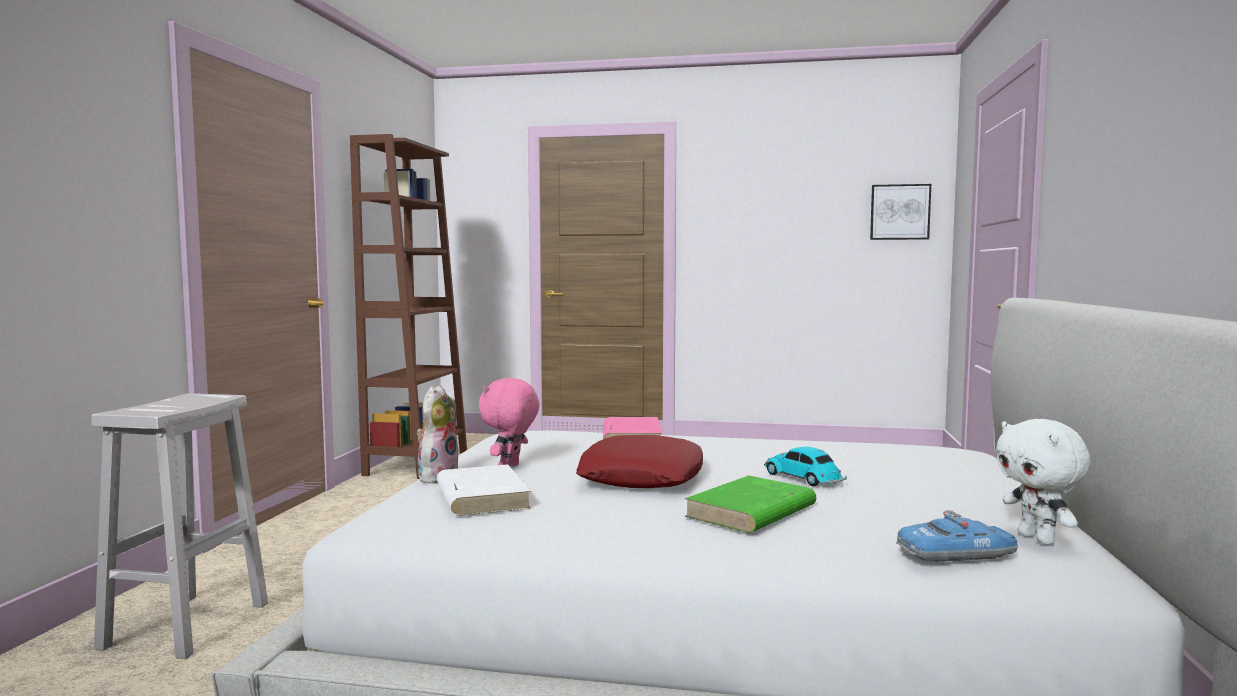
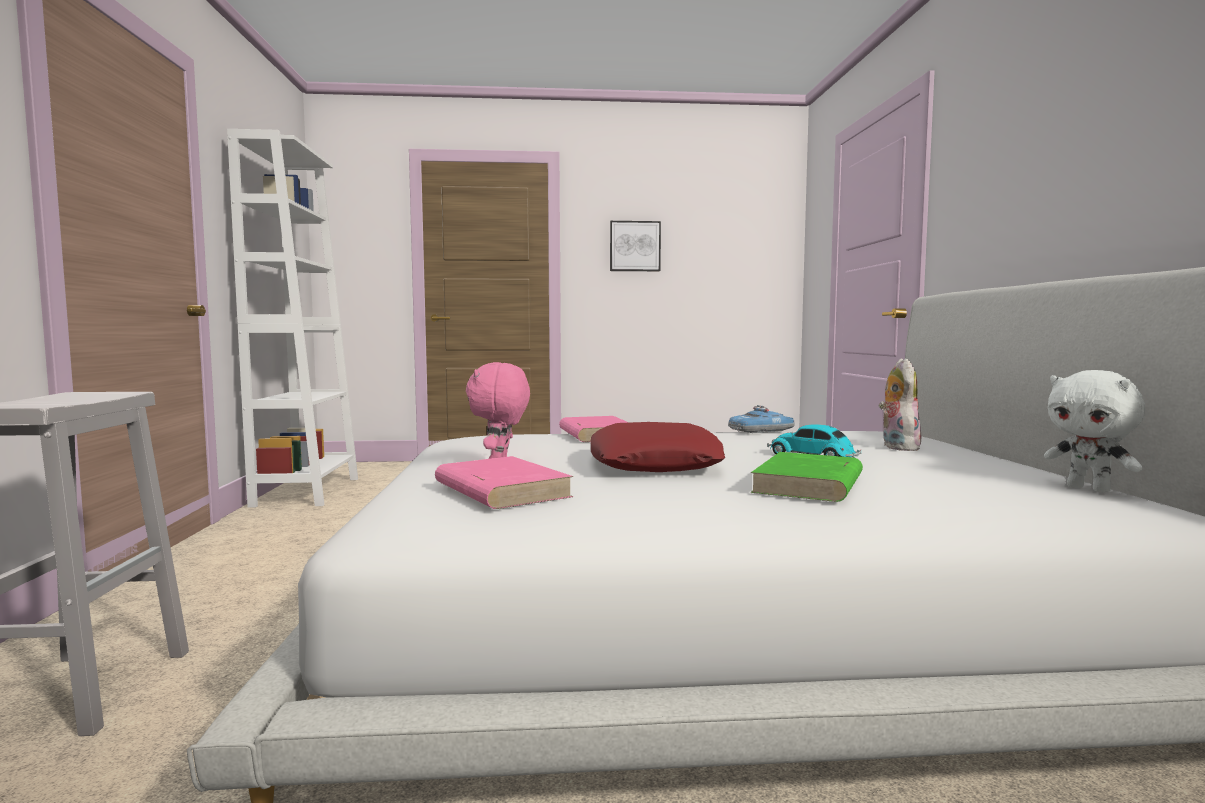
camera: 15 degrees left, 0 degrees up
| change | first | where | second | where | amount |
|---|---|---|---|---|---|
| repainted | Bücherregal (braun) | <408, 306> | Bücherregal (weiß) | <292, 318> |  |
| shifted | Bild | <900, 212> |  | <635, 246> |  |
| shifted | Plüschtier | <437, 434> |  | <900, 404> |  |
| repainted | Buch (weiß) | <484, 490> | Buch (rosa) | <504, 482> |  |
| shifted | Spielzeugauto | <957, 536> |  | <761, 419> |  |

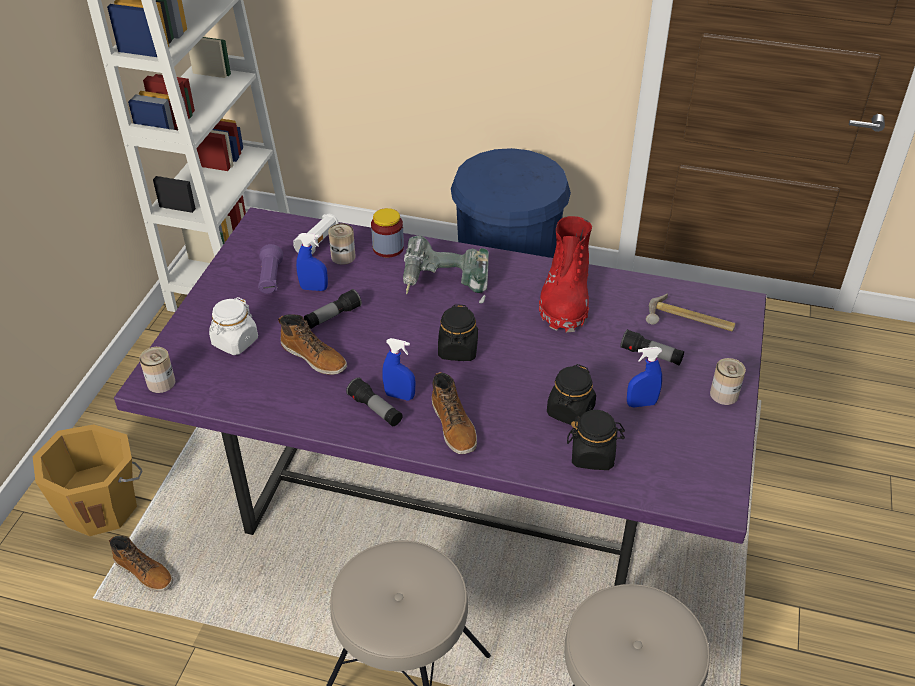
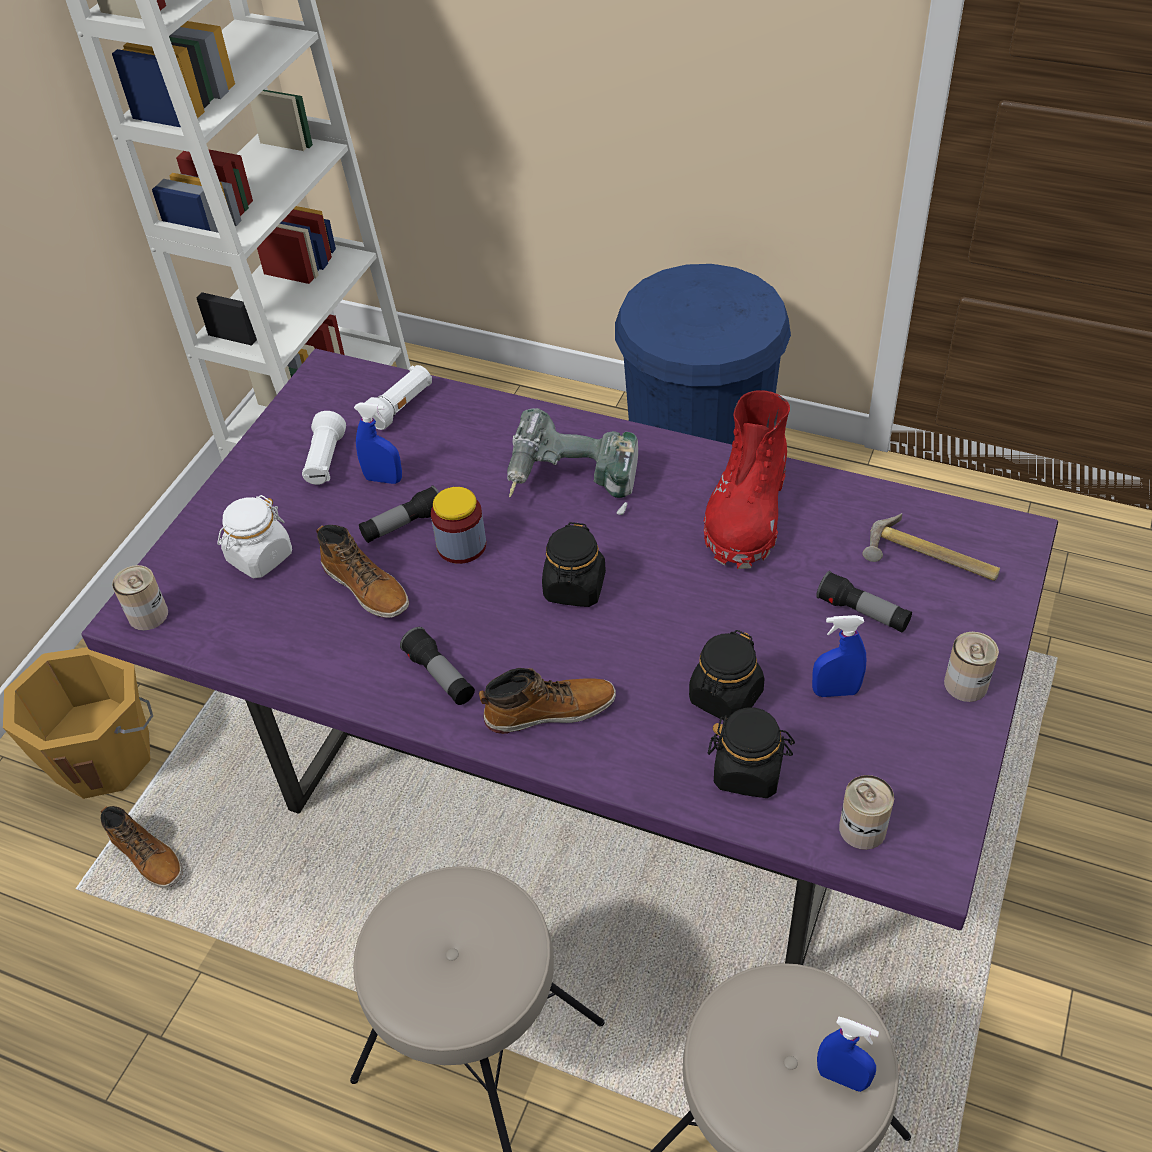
camera: 10 degrees right, 5 degrees up
| change | first | where | second | where | amount |
|---|---|---|---|---|---|
| shifted | Vorratsglas | <387, 233> |  | <458, 525> |  |
| shifted | Dose | <341, 244> |  | <866, 812> |  |
| repainted | Taschenlampe (lila) | <270, 269> | Taschenlampe (weiß) | <324, 448> |  |
| shifted | Sprühflasche (blau) | <398, 369> |  | <848, 1054> |  |
| rotated | Stiefel | <454, 413> |  | <547, 701> | 90 degrees counterclockwise |

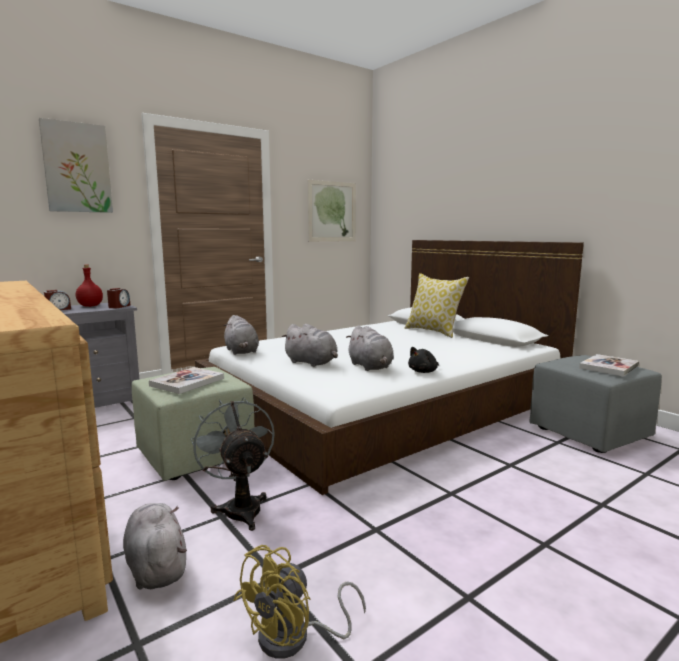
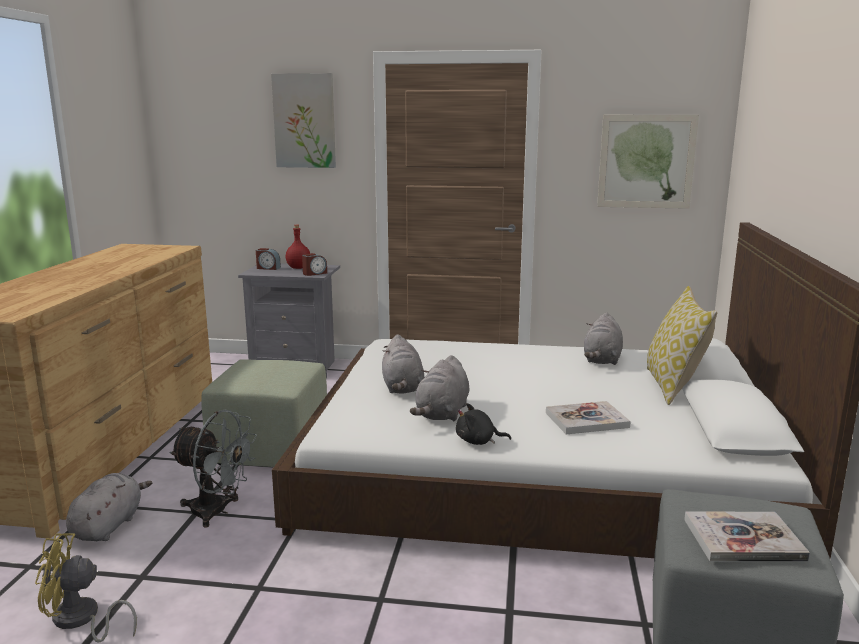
camera: 45 degrees right, 5 degrees up
| change | first | where | second | where | amount |
|---|---|---|---|---|---|
| shifted | Plüschtier (grau) | <241, 335> |  | <603, 338> |  |
| shifted | Buch | <186, 380> |  | <588, 417> |  |
| rotated | Ventilator (grau) | <233, 464> |  | <213, 469> | 90 degrees clockwise |

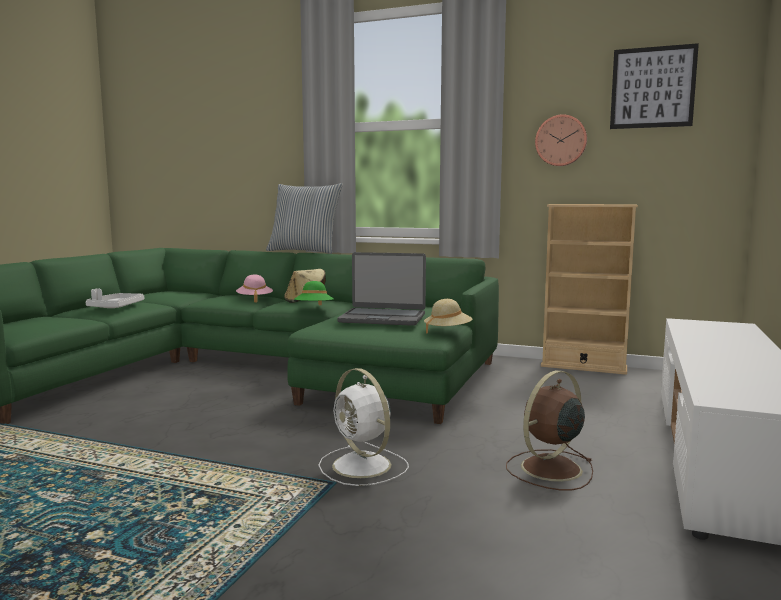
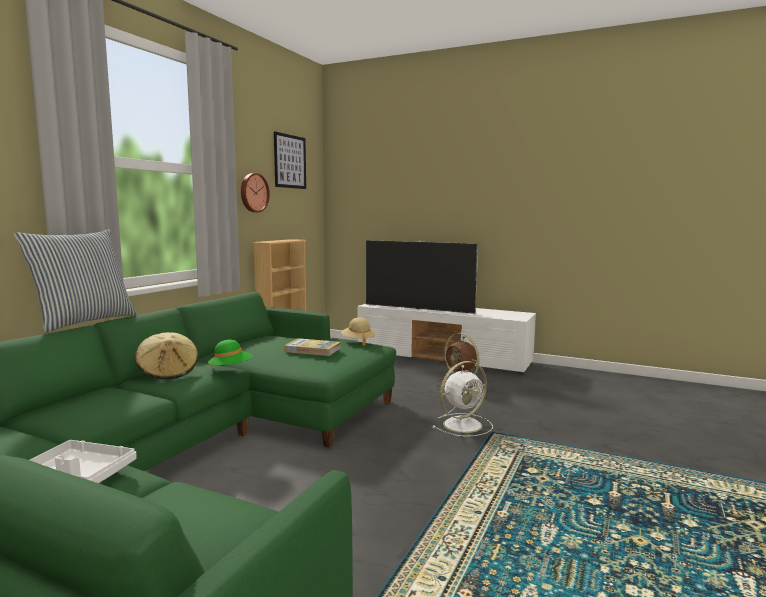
camera: 85 degrees left, 0 degrees up
| change | first | where | second | where | amount |
|---|---|---|---|---|---|
| swapped | Laptop | <381, 289> | Buch | <312, 347> |  |
| gone | Hut (rosa) | <254, 288> |  |  |  |
| new |  |  | Fernseher | <422, 277> |  |

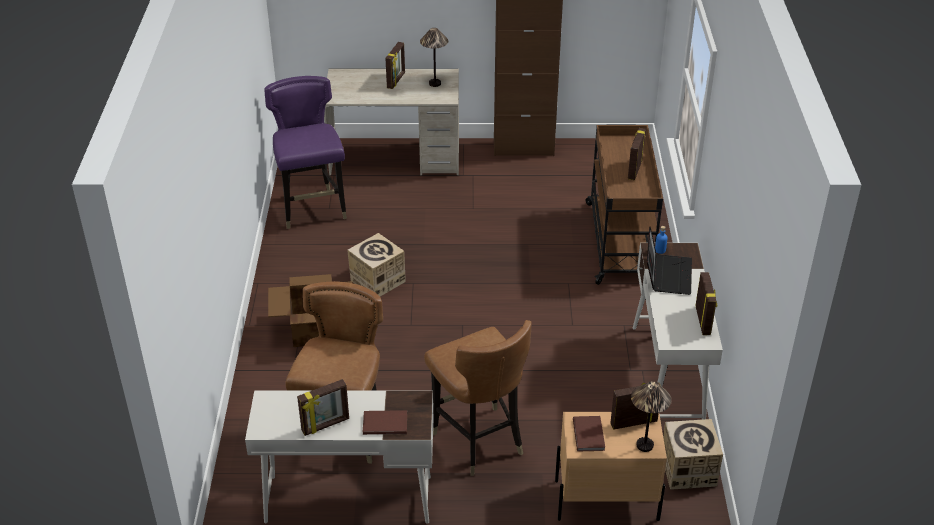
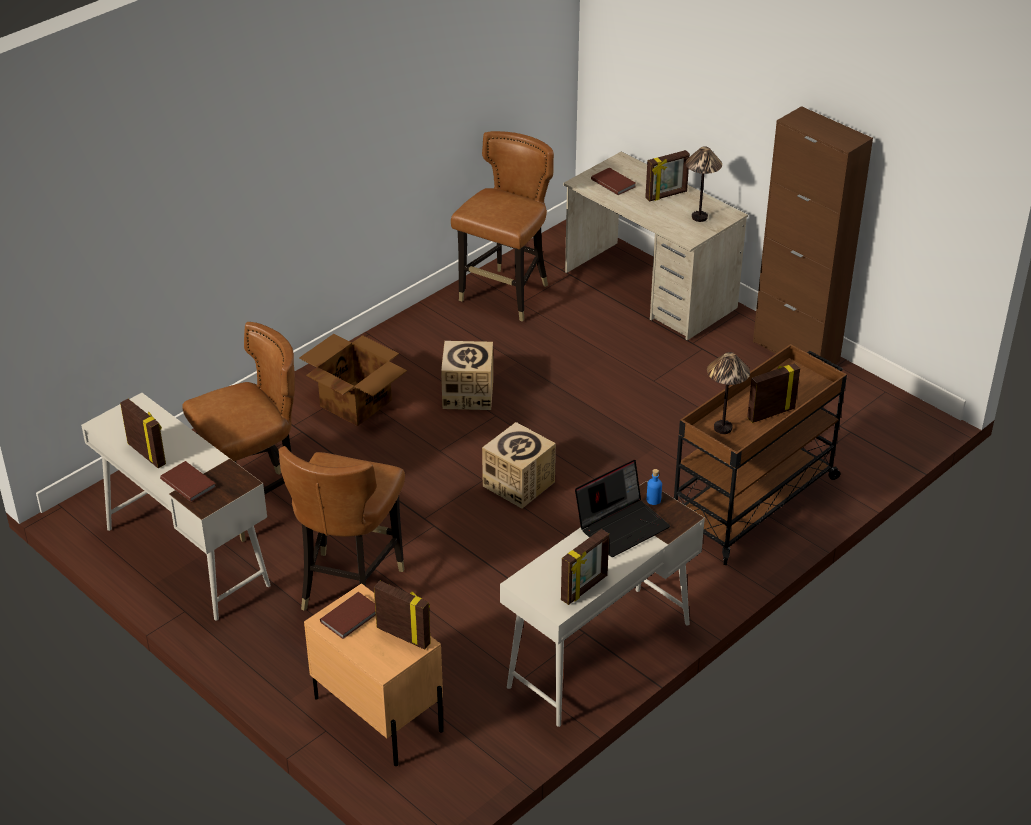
camera: 45 degrees right, 0 degrees up
| change | first | where | second | where | amount |
|---|---|---|---|---|---|
| repainted | Stuhl (lila) | <305, 152> | Stuhl (braun) | <502, 226> |  |
| rotated | Bilderrahmen | <323, 407> |  | <143, 433> | 150 degrees counterclockwise |
| shifted | Tischlampe | <651, 416> |  | <728, 393> |  |
| shifted | Karton | <693, 454> |  | <519, 465> |  |
| new |  |  | Buch (braun) | <613, 181> |  |

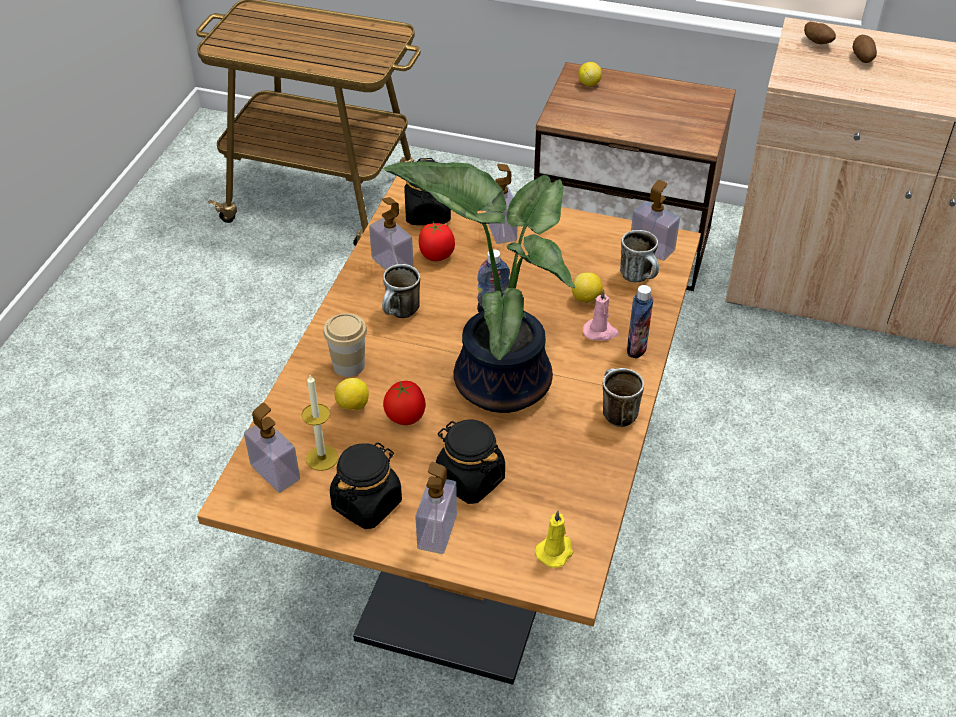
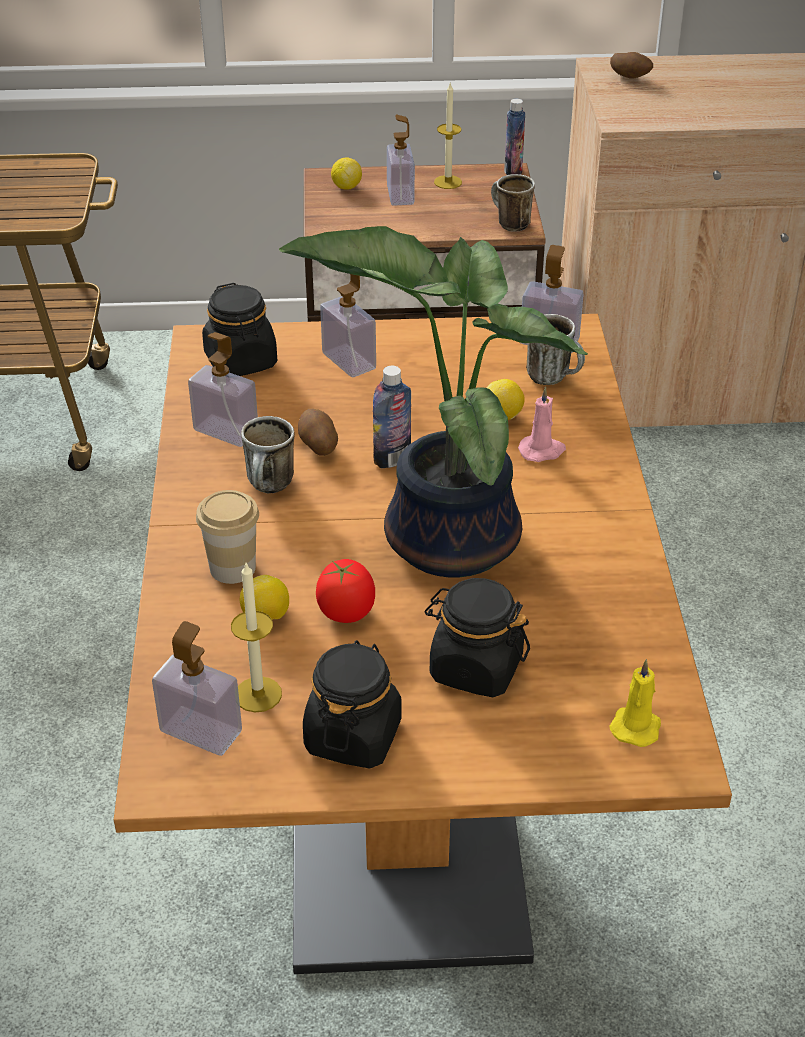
camera: 20 degrees left, 5 degrees down
| change | first | where | second | where | amount |
|---|---|---|---|---|---|
| shifted | Kartoffel | <865, 49> |  | <318, 432> |  |
| gone | Tomate | <437, 241> |  |  |  |
| shifted | Flasche | <640, 322> |  | <514, 137> |  |
| shifted | Henkelbecher | <623, 397> |  | <513, 203> |  |
| shifted | Seifenspender | <436, 508> |  | <401, 160> |  |
| new |  |  | Kerze | <448, 136> |  |

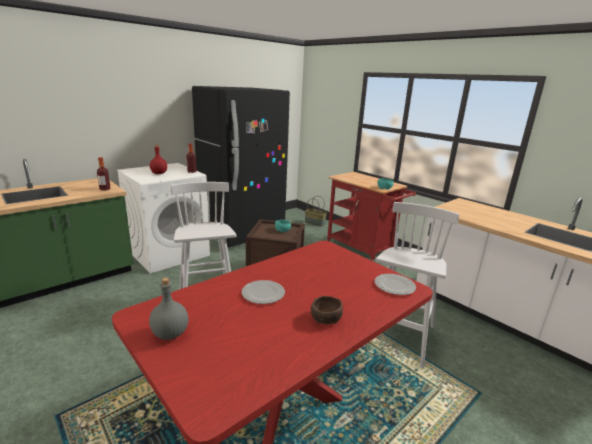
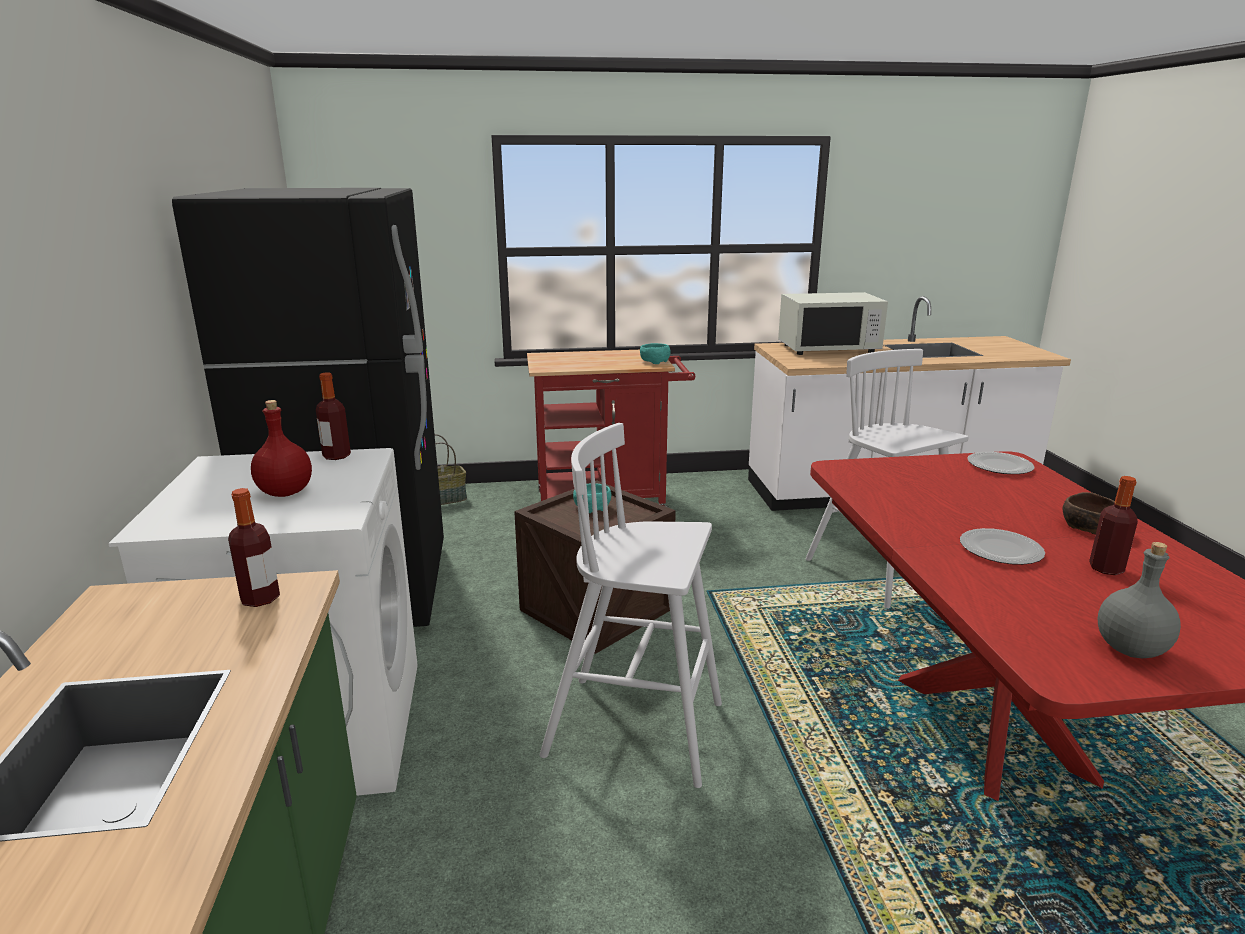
camera: 55 degrees left, 0 degrees up
| change | first | where | second | where | amount |
|---|---|---|---|---|---|
| new |  |  | Mikrowelle (weiß) | <833, 323> |  |
| new |  |  | Flasche | <1113, 525> |  |

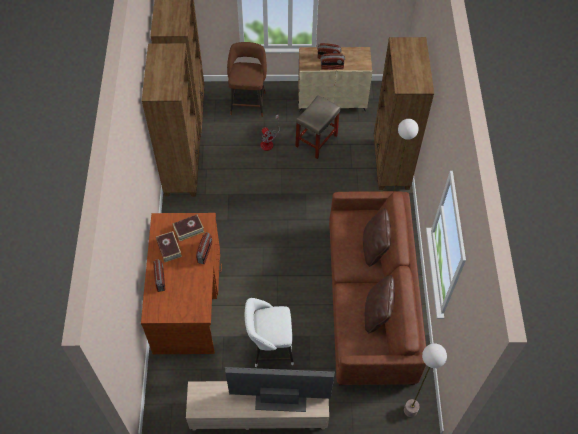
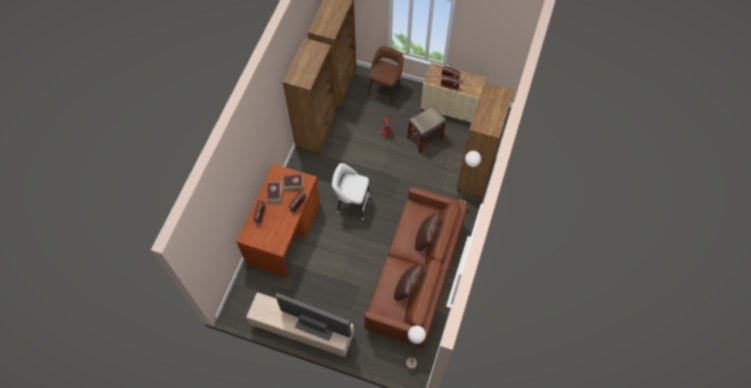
camera: 20 degrees right, 5 degrees up
| change | first | where | second | where | amount |
|---|---|---|---|---|---|
| shifted | Hocker (weiß) | <269, 332> |  | <351, 191> |  |

